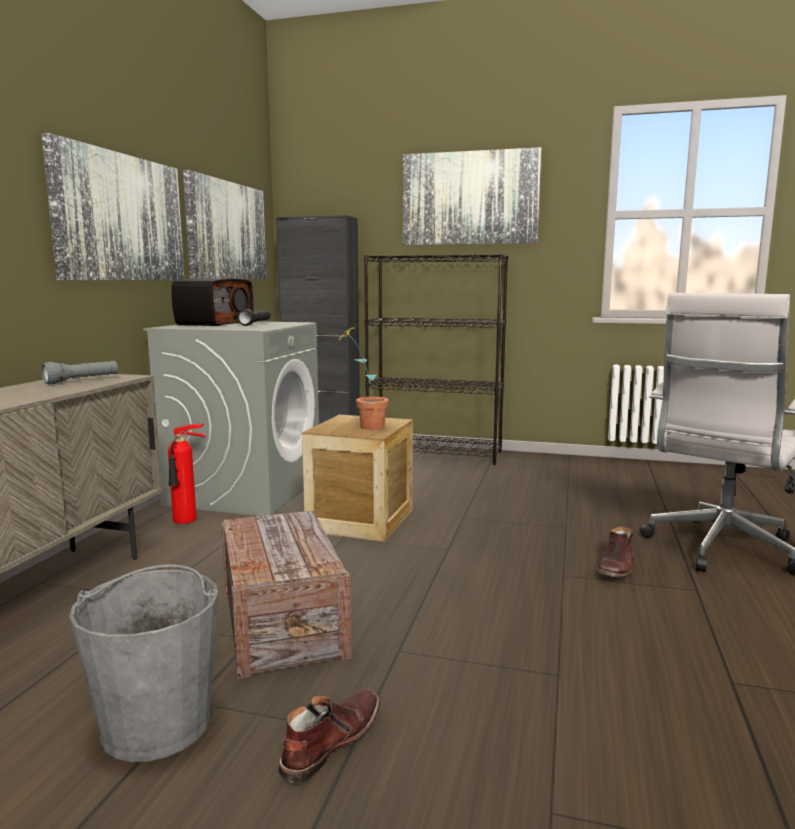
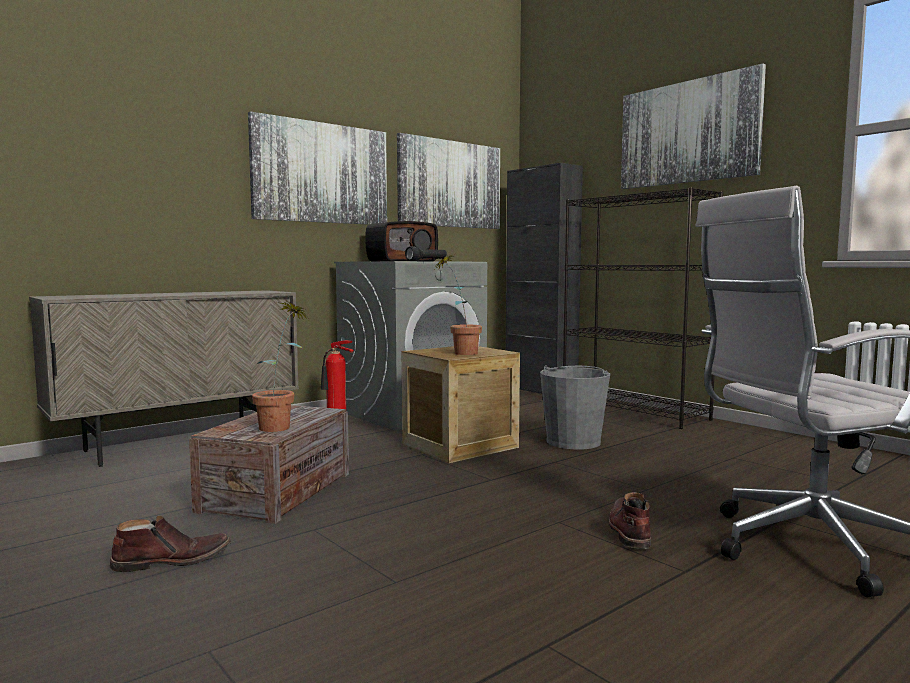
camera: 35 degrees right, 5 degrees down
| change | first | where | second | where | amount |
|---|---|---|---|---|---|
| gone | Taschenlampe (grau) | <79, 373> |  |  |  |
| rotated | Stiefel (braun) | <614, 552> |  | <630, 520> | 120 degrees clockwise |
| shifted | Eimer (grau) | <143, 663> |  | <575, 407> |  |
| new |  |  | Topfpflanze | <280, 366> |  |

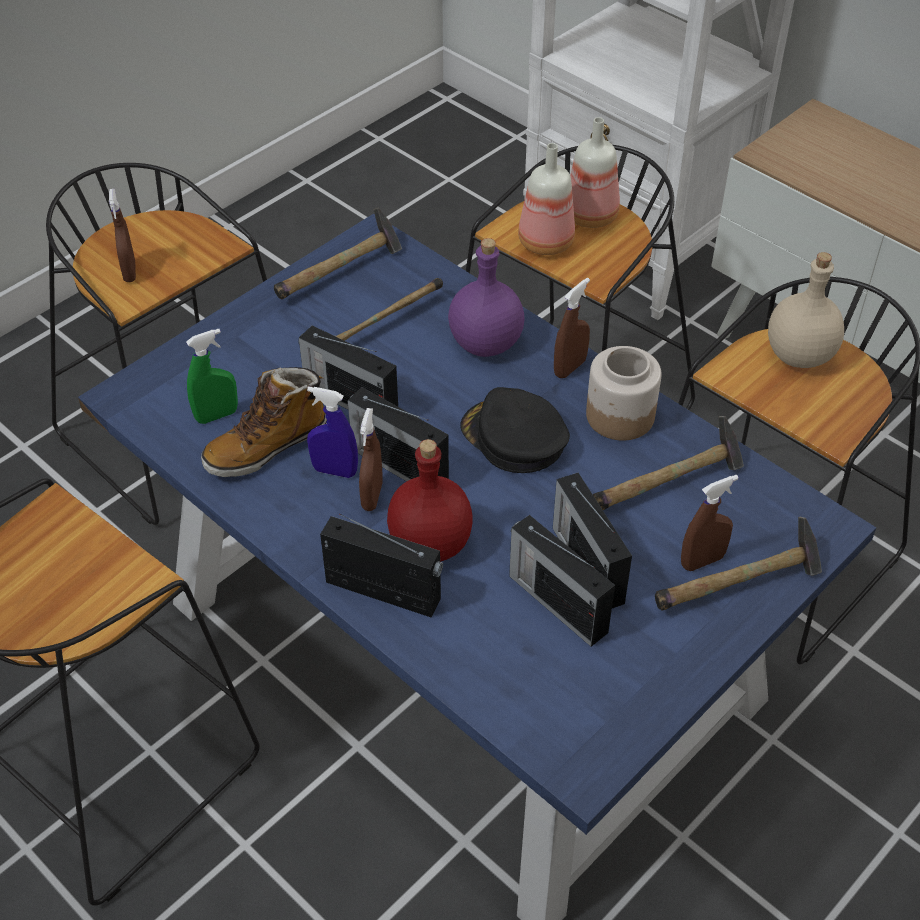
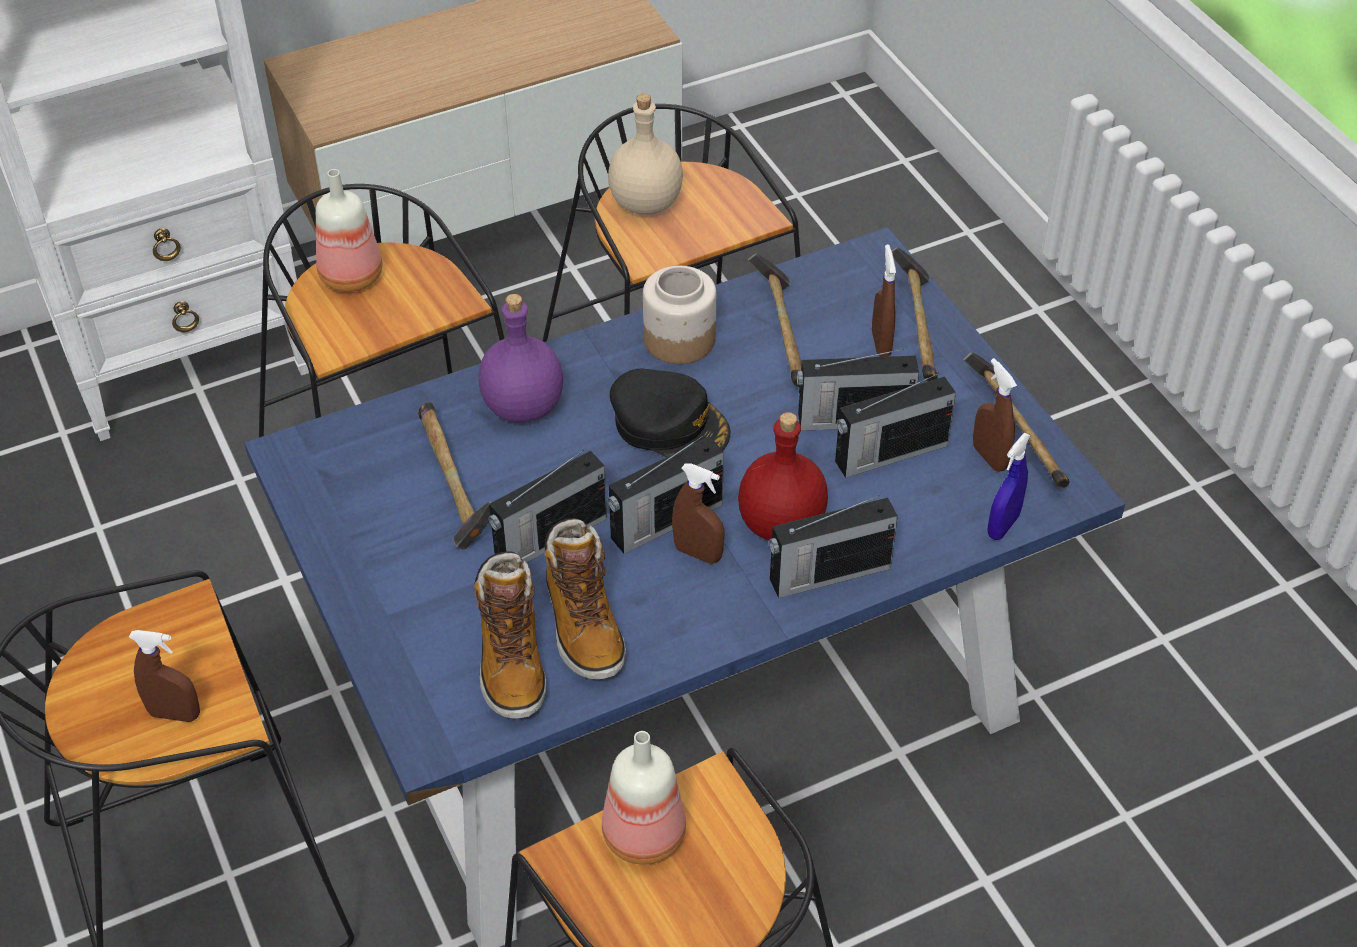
camera: 70 degrees left, 0 degrees up
| change | first | where | second | where | amount |
|---|---|---|---|---|---|
| shifted | Flasche | <546, 199> |  | <644, 798> |  |
| shifted | Hammer | <338, 253> |  | <1016, 420> |  |
| shifted | Sprühflasche (braun) | <572, 328> |  | <995, 415> |  |
| swapped | Sprühflasche (grün) | <212, 376> | Stiefel | <510, 635> |  |
| shifted | Sprühflasche (blau) | <332, 432> |  | <1009, 486> |  |
| rotated | Kappe (schwarz) | <515, 430> |  | <670, 413> | 120 degrees counterclockwise |
| rotated | Radio | <381, 566> |  | <833, 546> | 150 degrees counterclockwise |

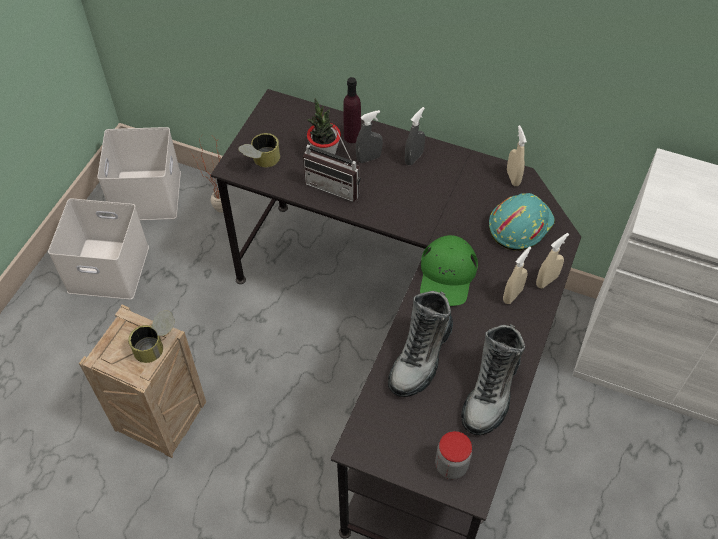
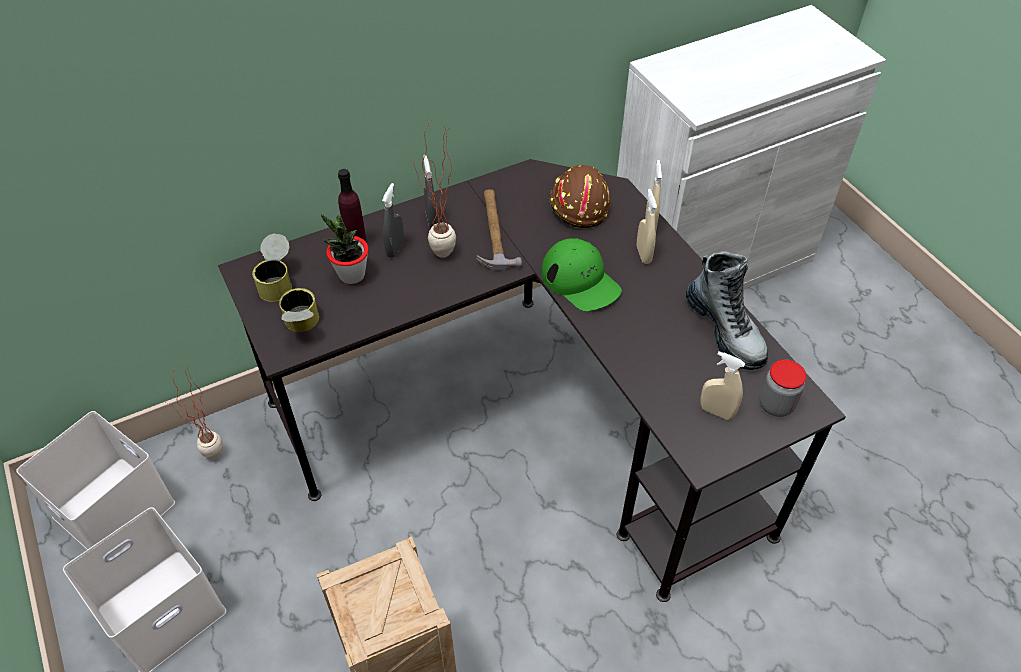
camera: 50 degrees left, 5 degrees down
| change | first | where | second | where | amount |
|---|---|---|---|---|---|
| shifted | Sprühflasche (beige) | <517, 155> |  | <722, 385> |  |
| gone | Radio | <332, 164> |  |  |  |
| repainted | Schutzhelm (türkis) | <522, 222> | Schutzhelm (braun) | <580, 196> |  |
| gone | Stiefel | <420, 344> |  |  |  |
| shifted | Dose | <151, 336> |  | <272, 268> |  |
| new |  |  | Topfpflanze | <432, 190> |  |
| new |  |  | Hammer | <499, 229> |  |

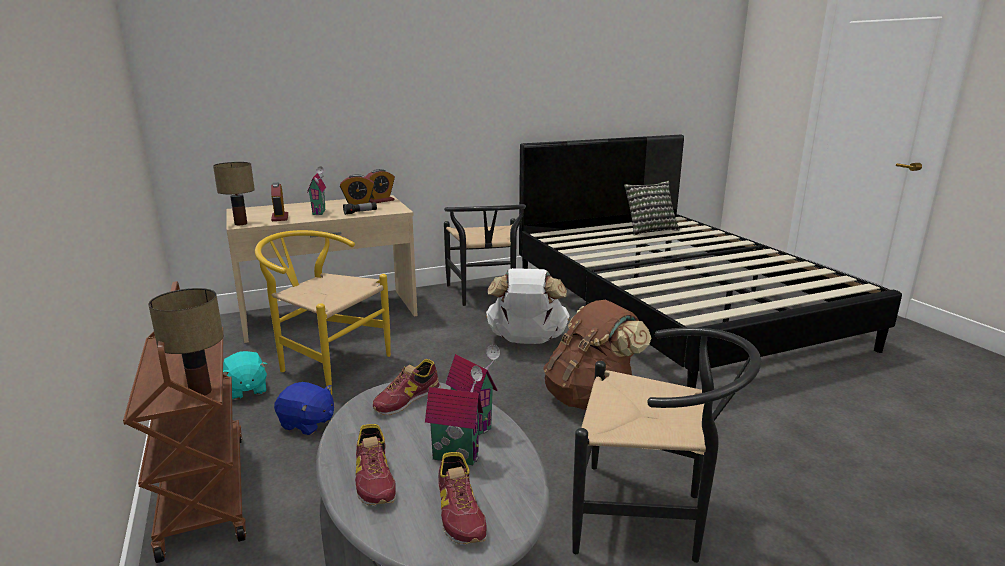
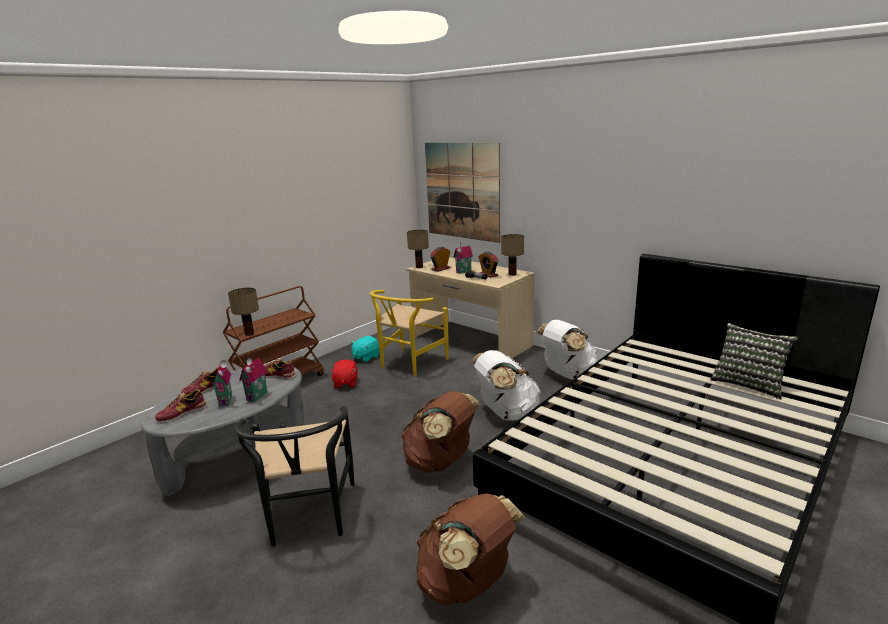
camera: 65 degrees right, 0 degrees up
| change | first | where | second | where | amount |
|---|---|---|---|---|---|
| swapped | Wecker | <380, 186> | Tischlampe | <512, 255> |  |
| swapped | Stuhl (schwarz) | <485, 255> | Rucksack (weiß) | <566, 350> |  |
| rotated | Stuhl (gelb) | <323, 312> |  | <409, 333> | 150 degrees counterclockwise |
| repainted | Plüschtier (blau) | <304, 408> | Plüschtier (rot) | <343, 374> |  |
| new |  |  | Bild | <462, 193> |  |
| new |  |  | Rucksack (braun) | <470, 549> |  |

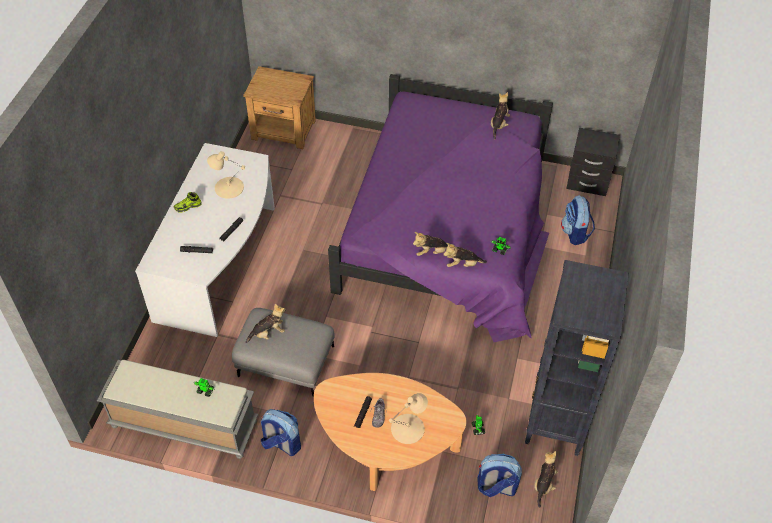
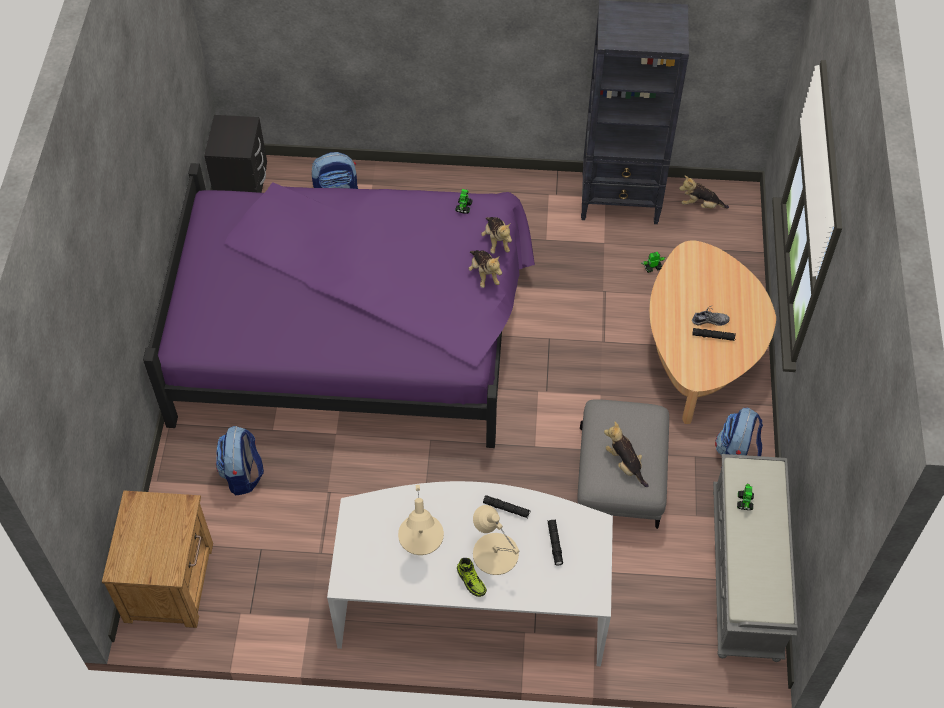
camera: 100 degrees left, 5 degrees up
| change | first | where | second | where | amount |
|---|---|---|---|---|---|
| gone | Plüschtier | <500, 115> |  |  |  |
| shifted | Tischlampe (beige) | <408, 418> |  | <496, 540> |  |
| shifted | Rucksack | <500, 475> |  | <240, 460> |  |

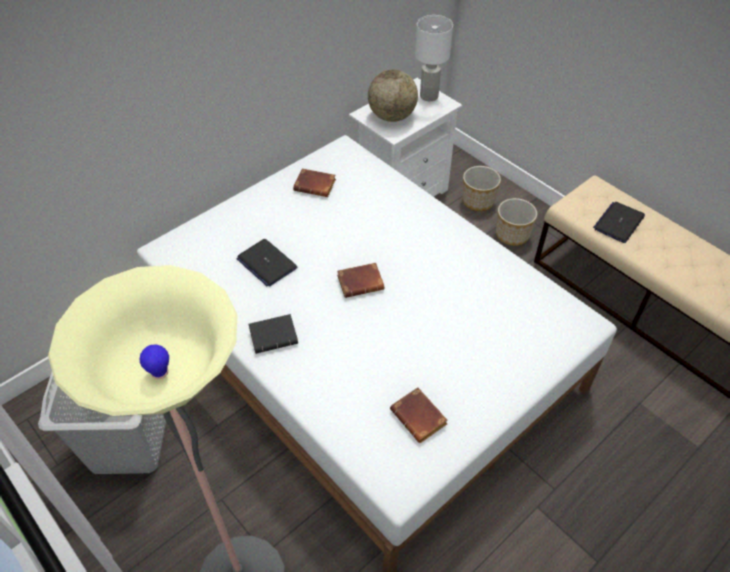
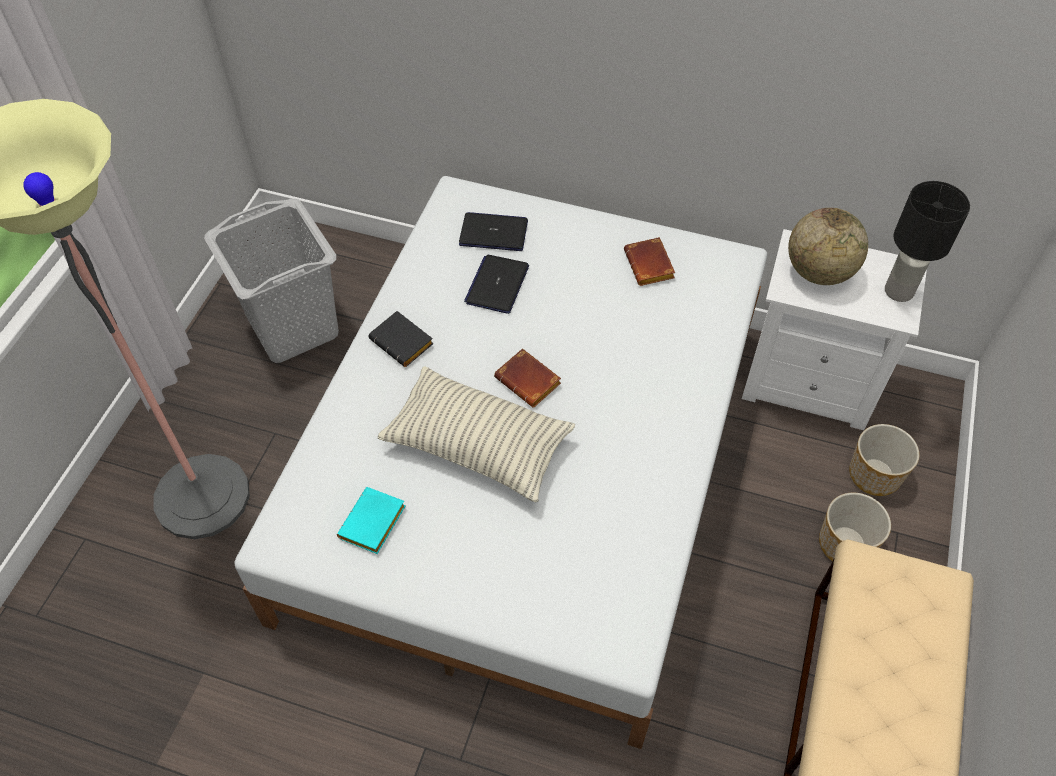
camera: 60 degrees right, 5 degrees up
| change | first | where | second | where | amount |
|---|---|---|---|---|---|
| repainted | Tischlampe (weiß) | <434, 58> | Tischlampe (schwarz) | <927, 241> |  |
| shifted | Laptop | <619, 222> |  | <493, 231> |  |
| repainted | Buch (braun) | <419, 415> | Buch (türkis) | <371, 520> |  |
| new |  |  | Kissen | <476, 434> |  |

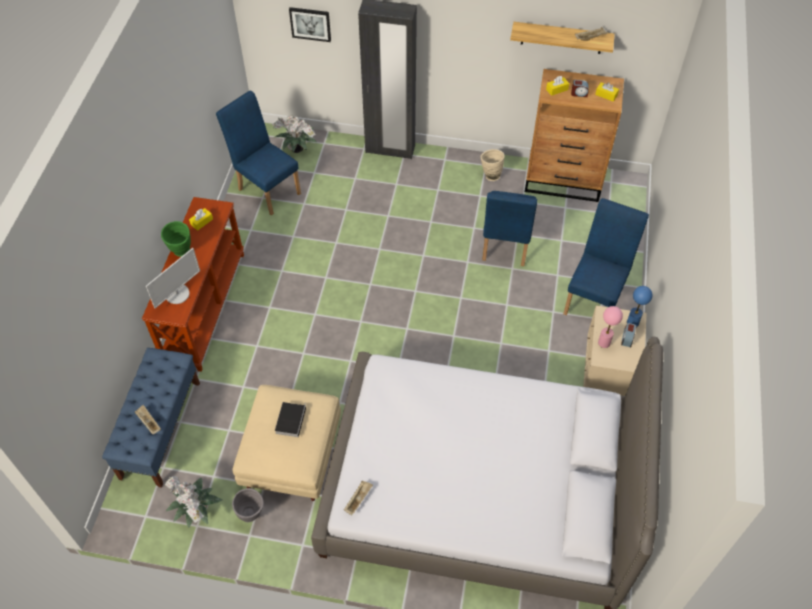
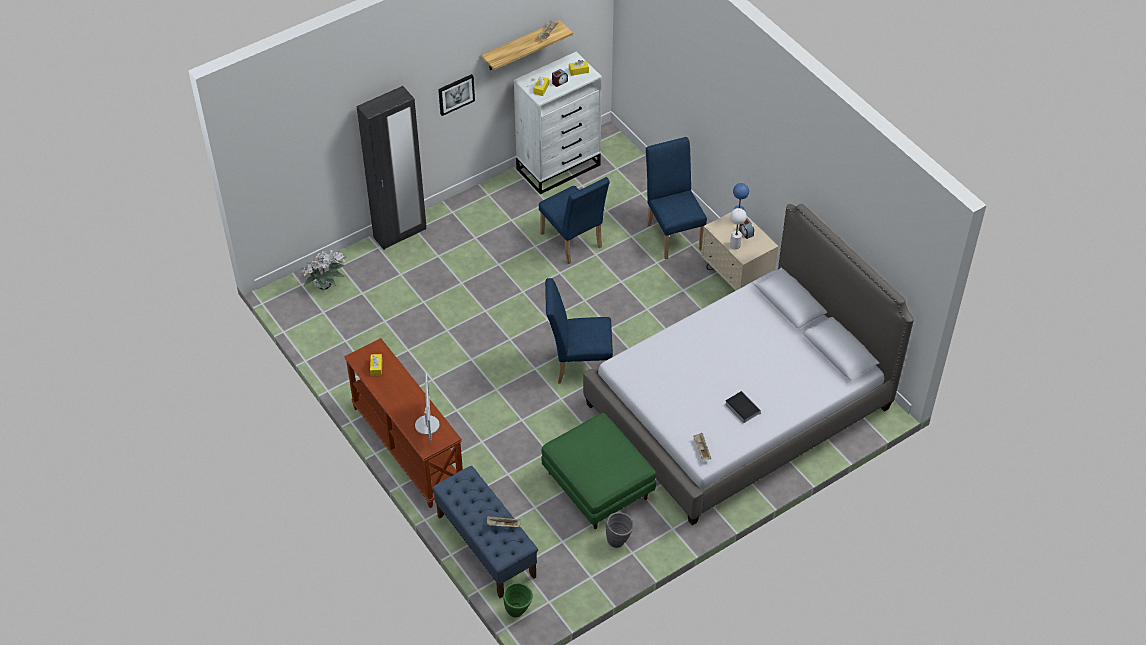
camera: 45 degrees left, 5 degrees down
| change | first | where | second | where | amount |
|---|---|---|---|---|---|
| shifted | Bild | <310, 24> |  | <456, 95> |  |
| repainted | Kommode (braun) | <574, 135> | Kommode (weiß) | <557, 123> |  |
| shifted | Stuhl (blau) | <258, 153> |  | <579, 331> |  |
| gone | Vase (beige) | <492, 165> |  |  |  |
| shifted | Vase (grün) | <176, 239> |  | <518, 600> |  |
| repainted | Tischlampe (rosa) | <610, 327> | Tischlampe (weiß) | <738, 228> |  |
| repainted | Polsterhocker (beige) | <286, 443> | Polsterhocker (grün) | <598, 471> |  |
| shifted | Buch | <290, 419> |  | <743, 407> |  |
| gone | Topfpflanze | <193, 502> |  |  |  |

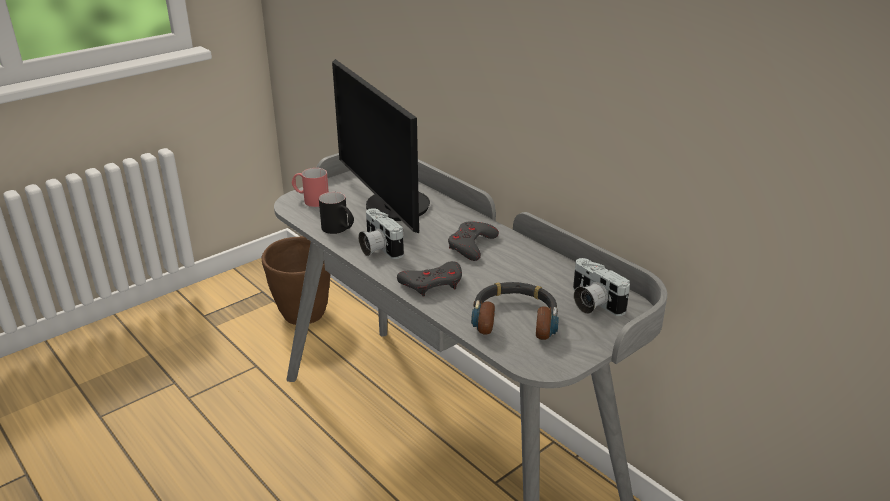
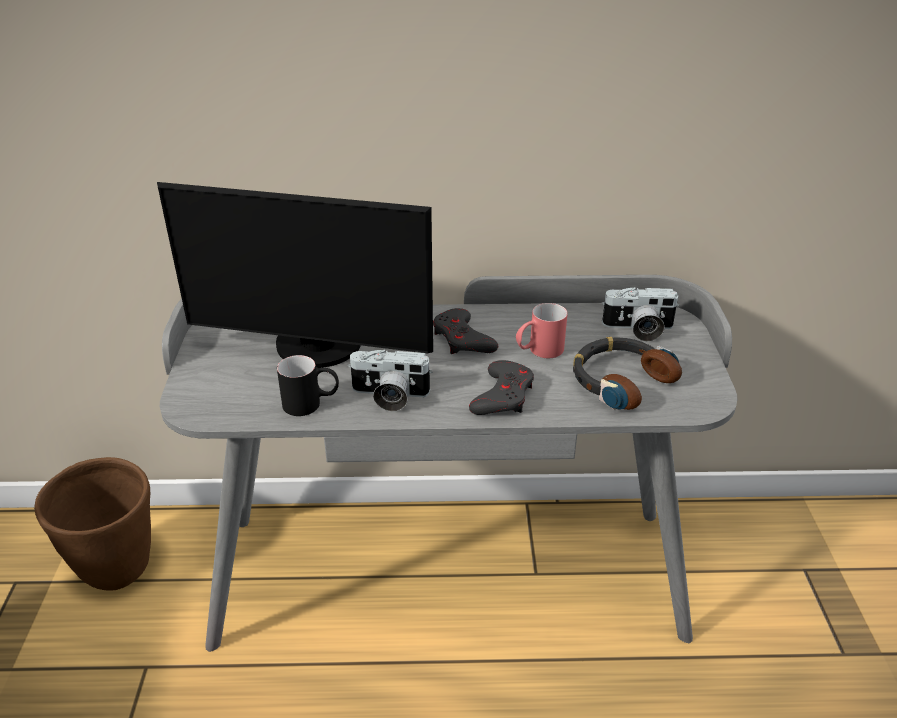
camera: 50 degrees left, 5 degrees up
| change | first | where | second | where | amount |
|---|---|---|---|---|---|
| shifted | Henkelbecher (rot) | <310, 187> |  | <542, 330> |  |

